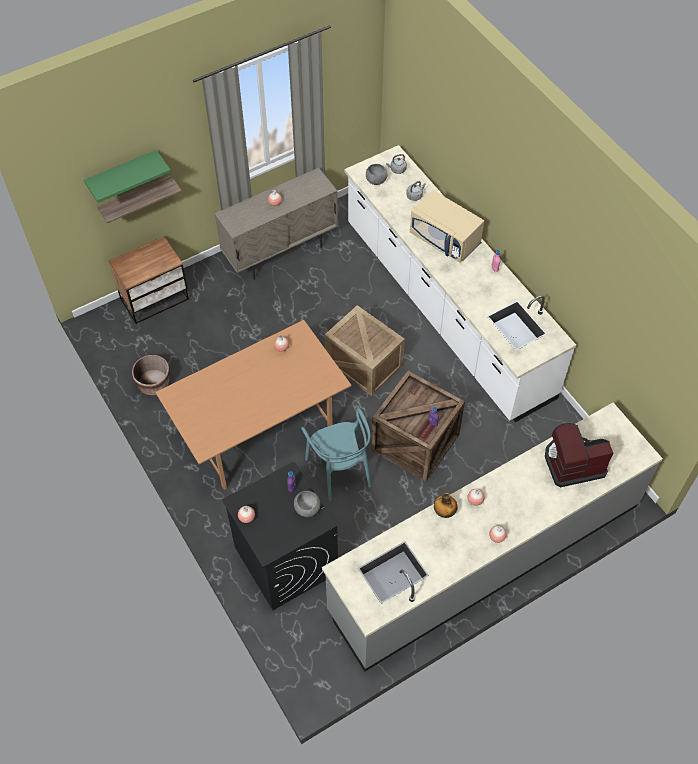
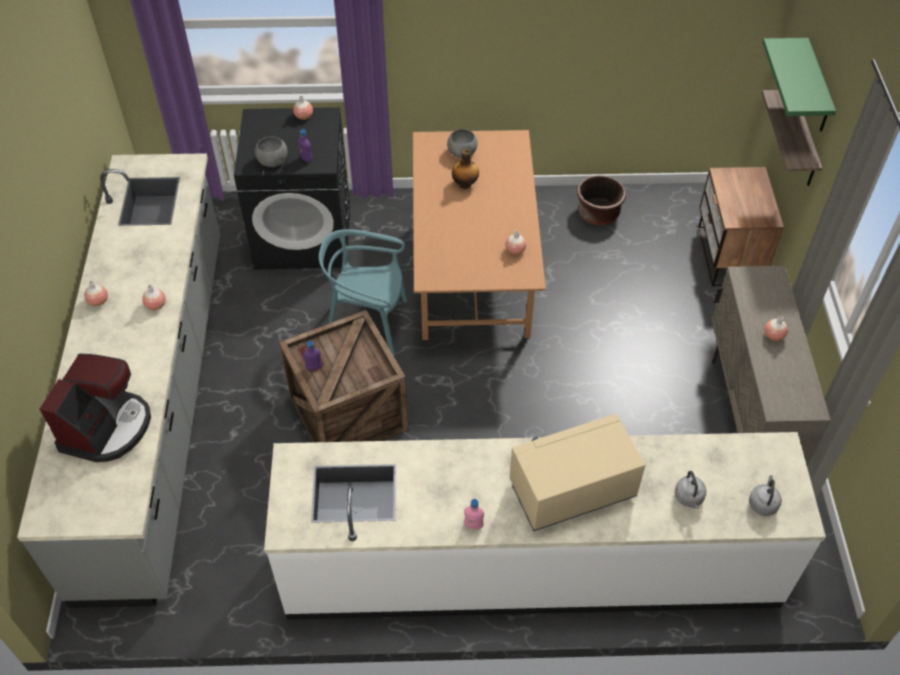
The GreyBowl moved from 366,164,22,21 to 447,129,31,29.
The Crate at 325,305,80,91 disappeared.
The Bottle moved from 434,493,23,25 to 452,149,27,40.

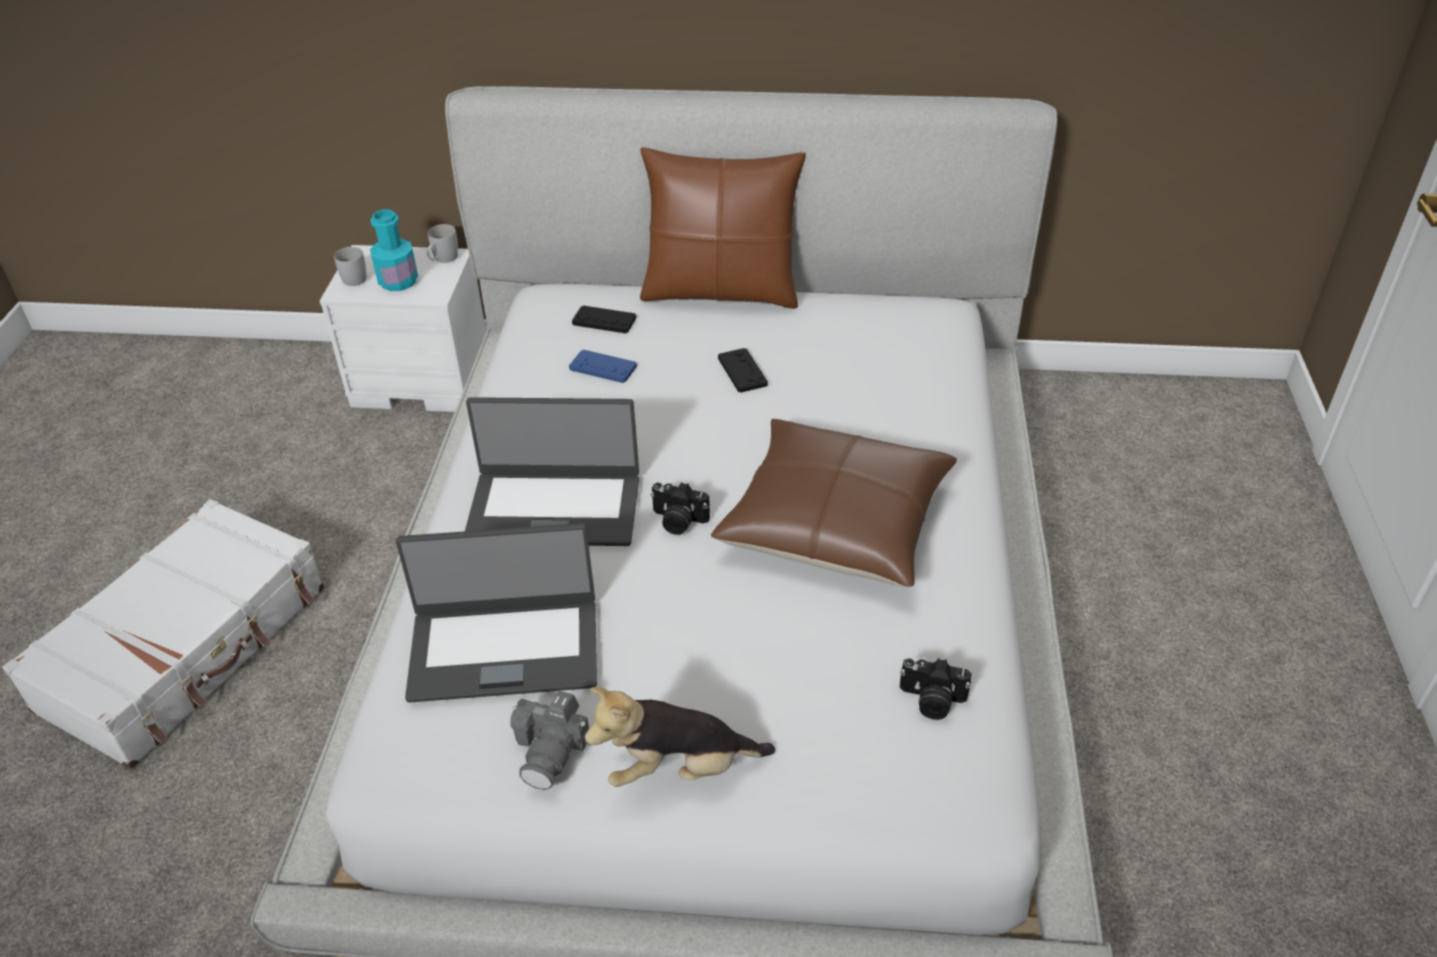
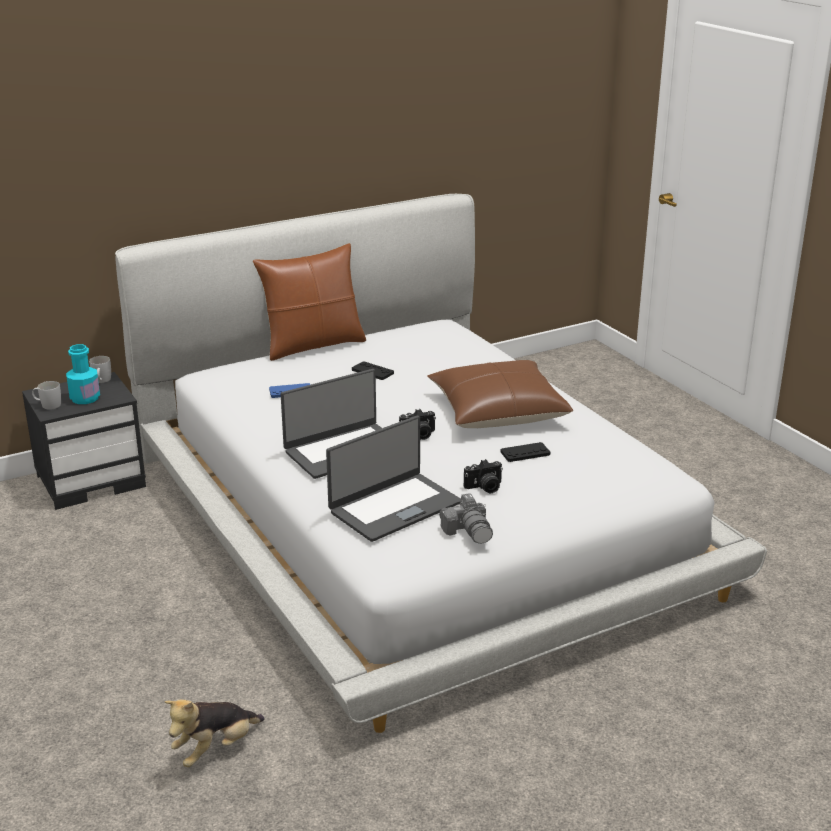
The WhiteNightstand at 320,245,166,167 became the BlackNightstand at 22,372,124,138.
The BlackGameController moved from 572,305,64,28 to 500,442,50,20.
The WhiteSuitcase at 3,499,322,270 disappeared.
The PhotoCamera moved from 900,657,72,63 to 464,459,39,34.
The PlushToy moved from 585,687,190,100 to 165,699,100,68.

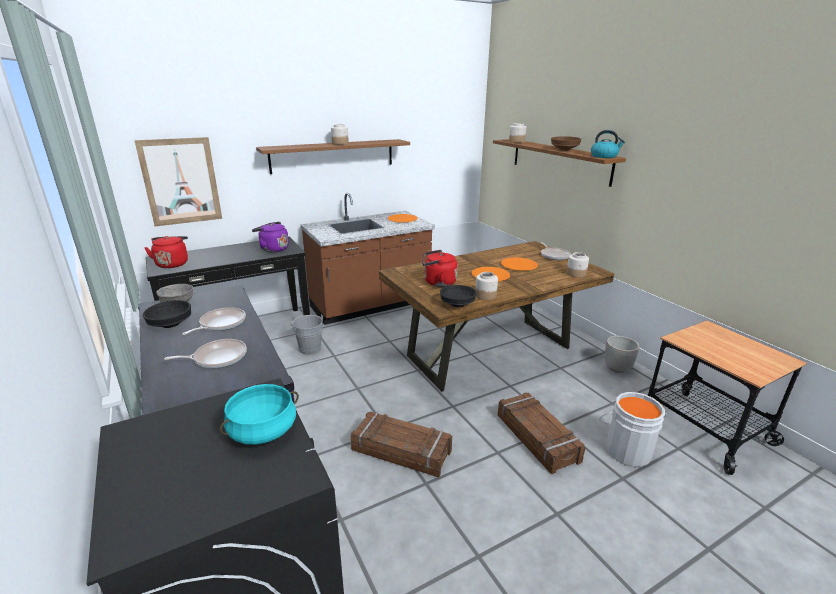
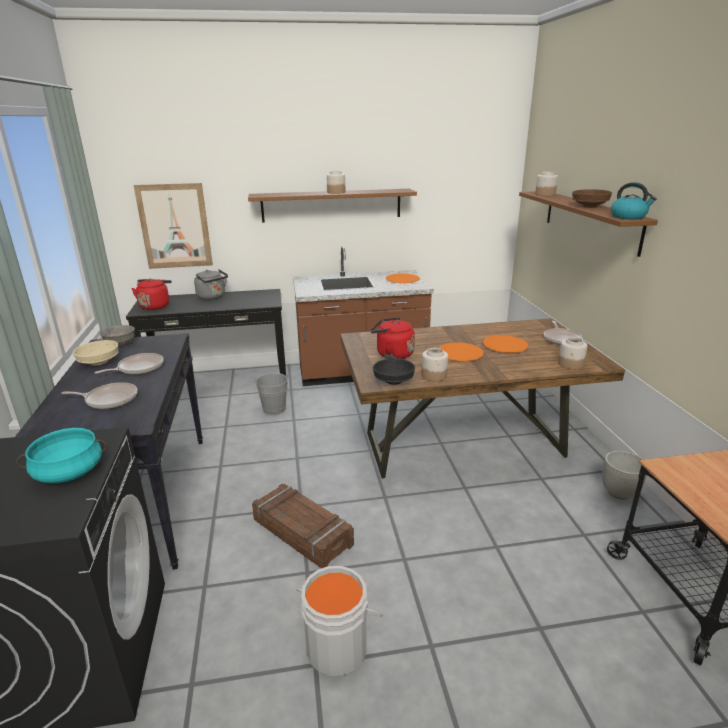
The PurpleKettle at 252,222,37,31 disappeared.
The BlackBowl at 143,300,48,28 became the BeigeBowl at 73,340,46,26.
The Crate at 498,392,88,82 disappeared.
The GreyBucket moved from 599,392,68,75 to 297,566,86,111.
The GreyKettle at 194,269,34,31 appeared.

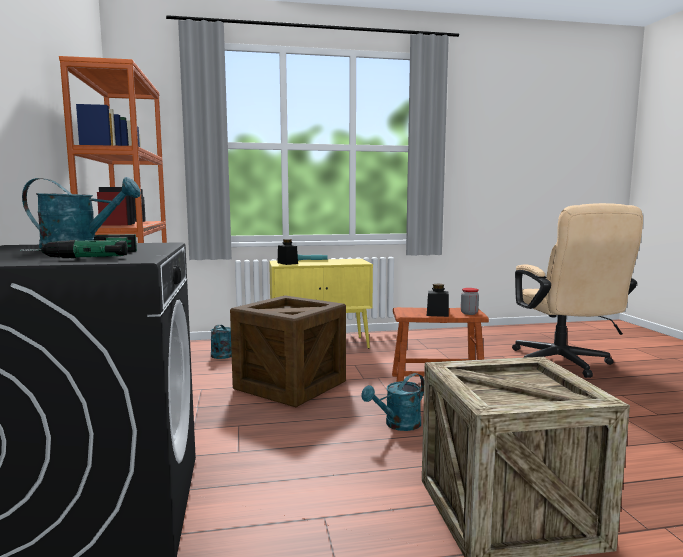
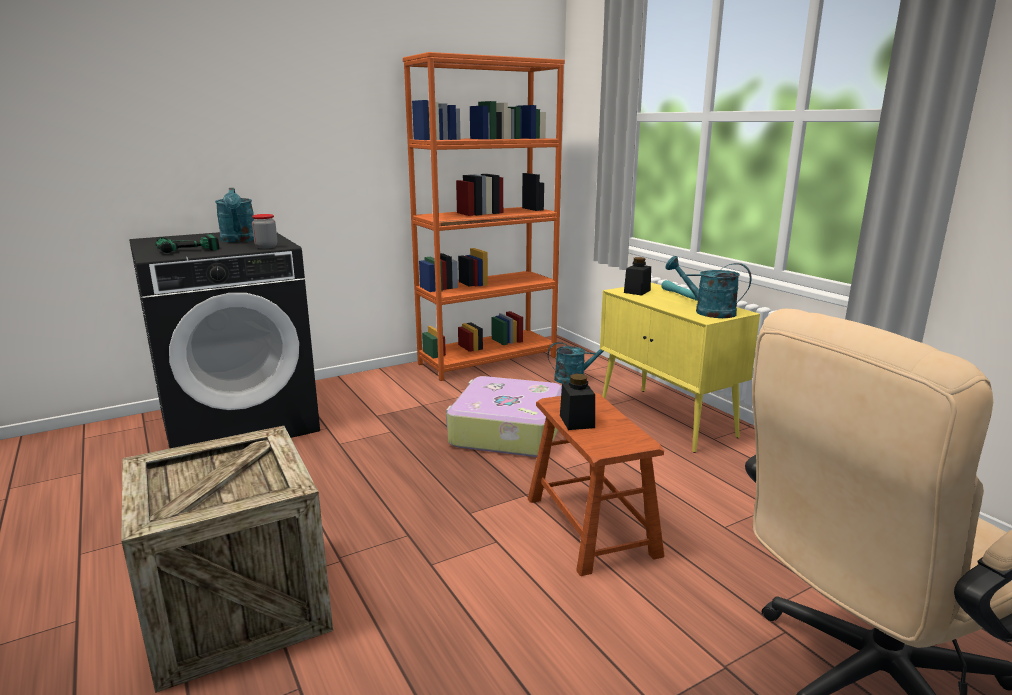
The Jar moved from 461,288,18,27 to 252,214,25,35.
The Crate at 230,295,116,112 was replaced by the Suitcase at 446,376,116,81.
The TurquoiseWateringCan moved from 361,373,63,58 to 665,256,87,62.

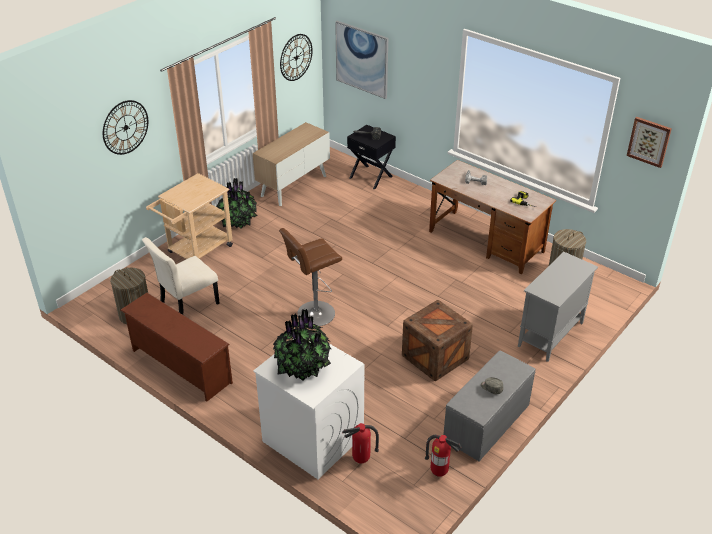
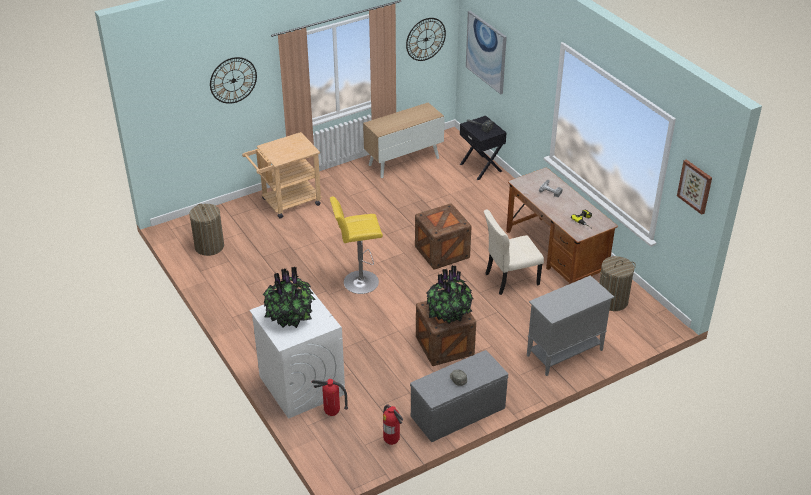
The PottedPlant moved from 216,178,42,51 to 426,265,47,59.
The BrownStool at 279,228,63,98 became the YellowStool at 330,196,53,98.
The BeigeChair moved from 142,237,78,78 to 484,209,60,86.
The BrownShoeRack at 120,293,113,108 disappeared.
The Crate at 415,203,57,66 appeared.

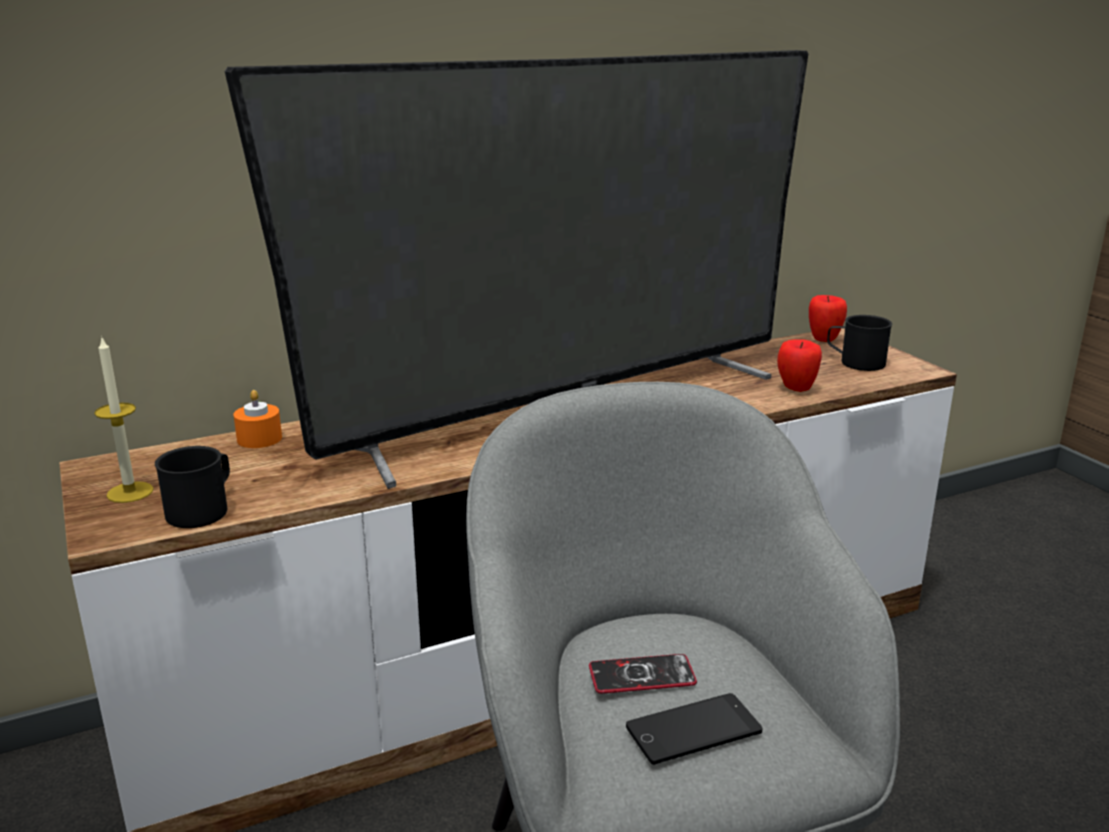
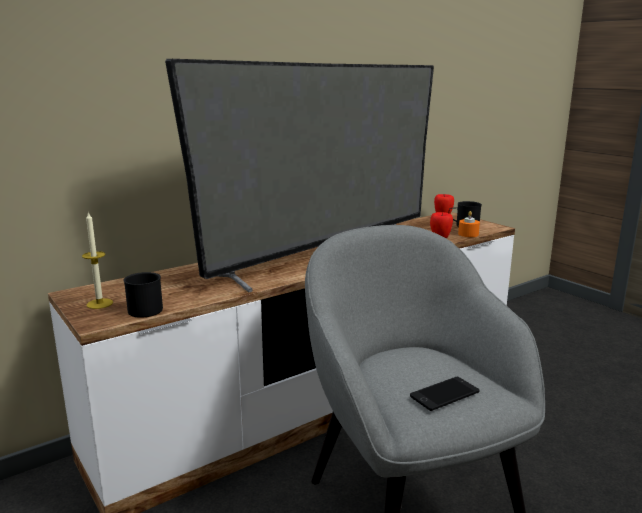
The OrangeCandle moved from 233,390,49,58 to 458,211,22,26.
The Phone at 589,654,108,40 disappeared.

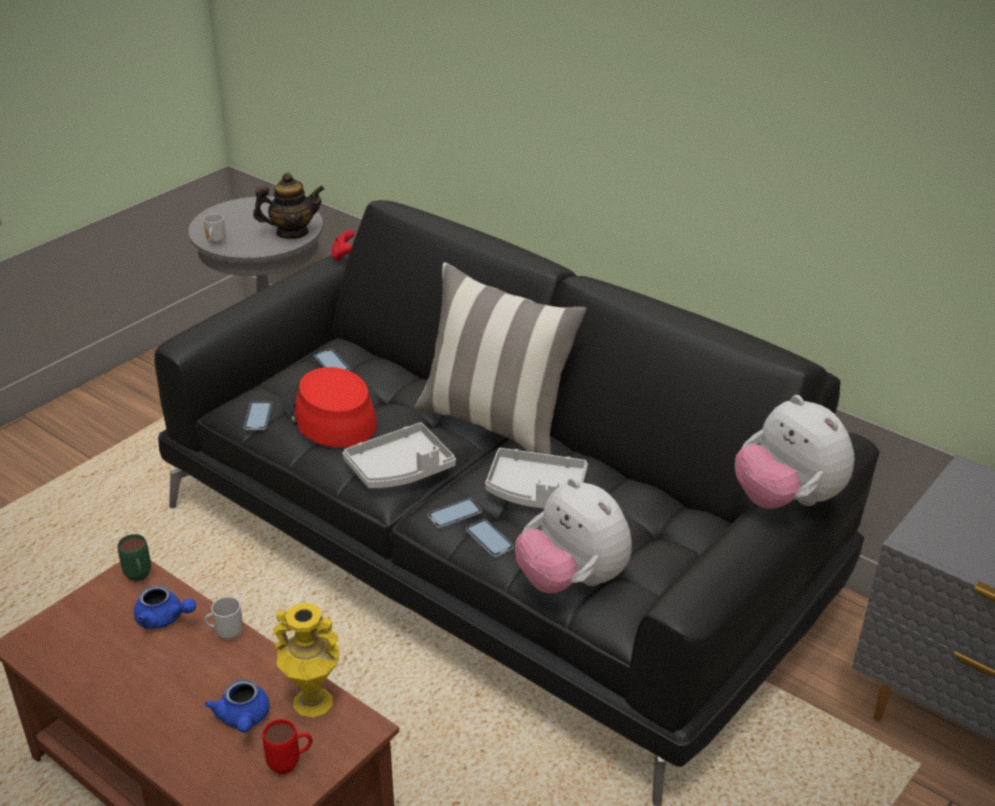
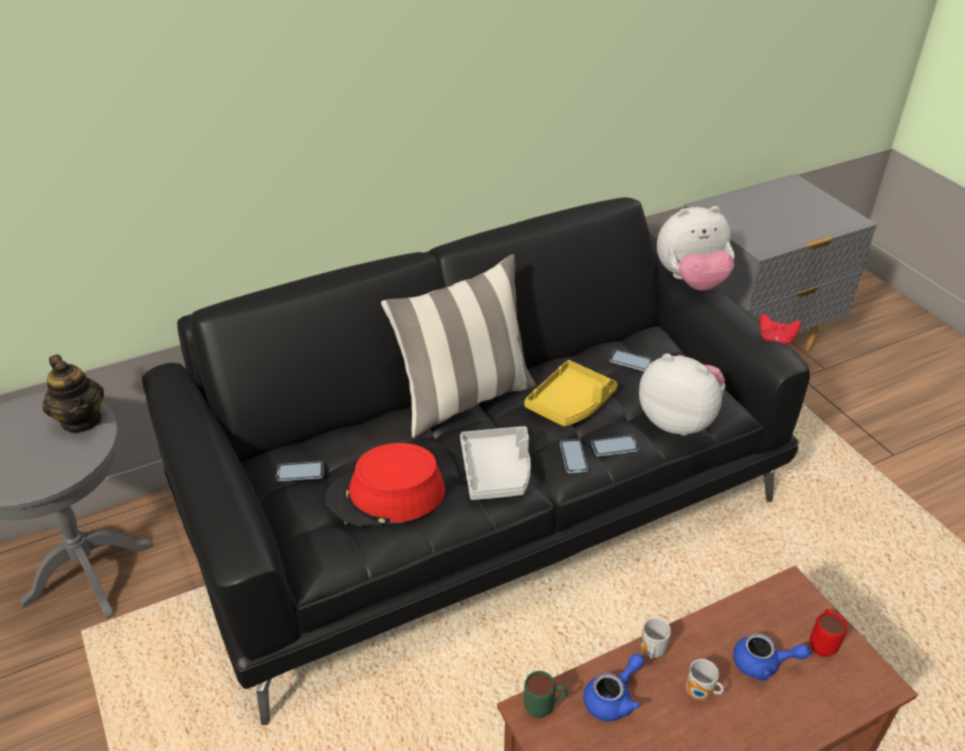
The Teapot at 253,172,72,67 turned 135 degrees clockwise.
The Mug moved from 203,214,23,30 to 686,659,38,42.
The RedGameController moved from 331,230,24,31 to 760,313,41,32.
The Phone moved from 244,402,28,28 to 609,350,43,21.
The GreyTray at 485,448,103,61 became the YellowTray at 524,360,94,66.
The PlushToy at 515,478,117,115 turned 135 degrees counterclockwise.
The YellowVase at 273,603,67,114 disappeared.

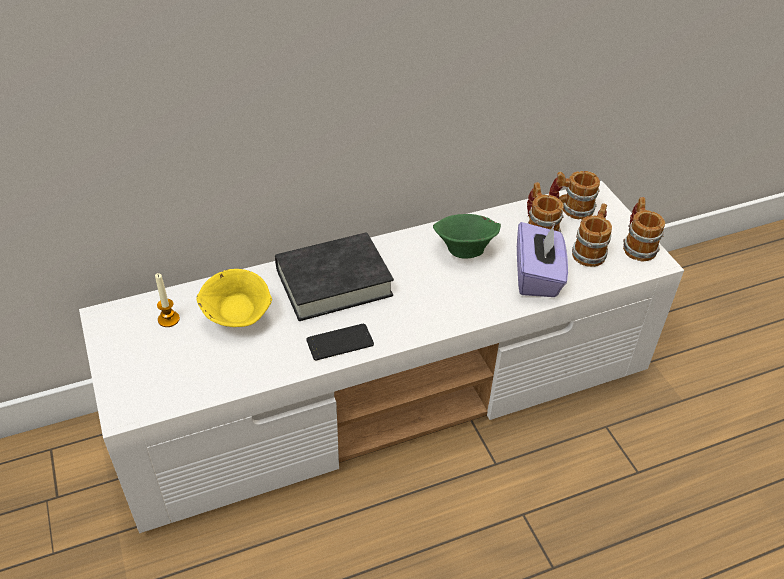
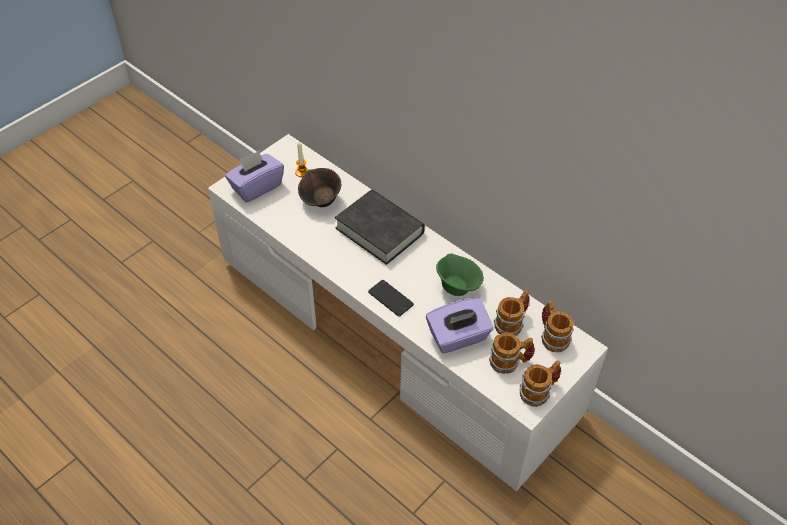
The YellowBowl at 196,269,76,58 became the BrownBowl at 298,168,43,39.
The Phone moved from 306,324,68,36 to 368,280,46,36.
The PurpleTissueBox at 225,151,59,51 appeared.

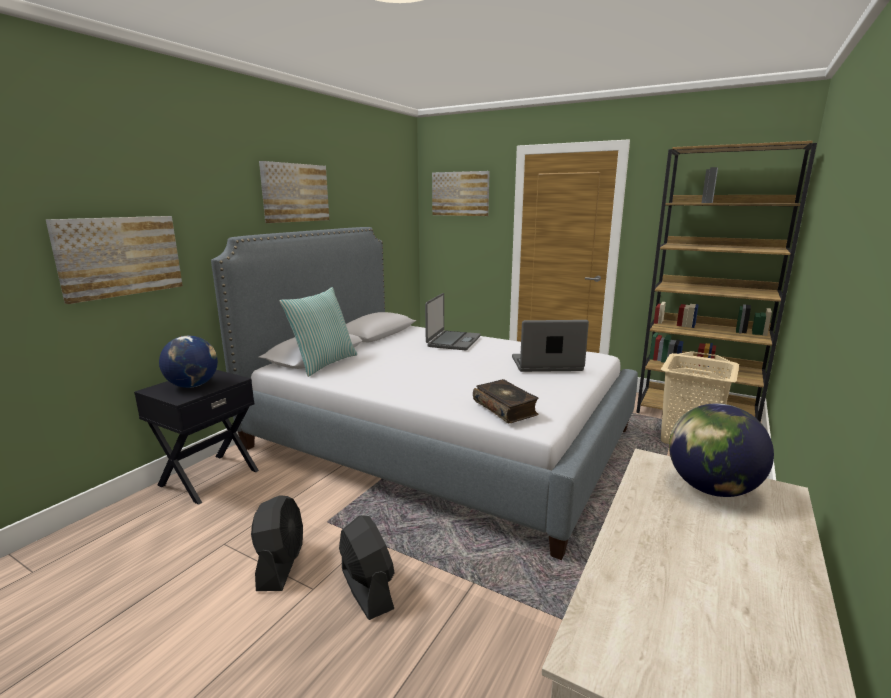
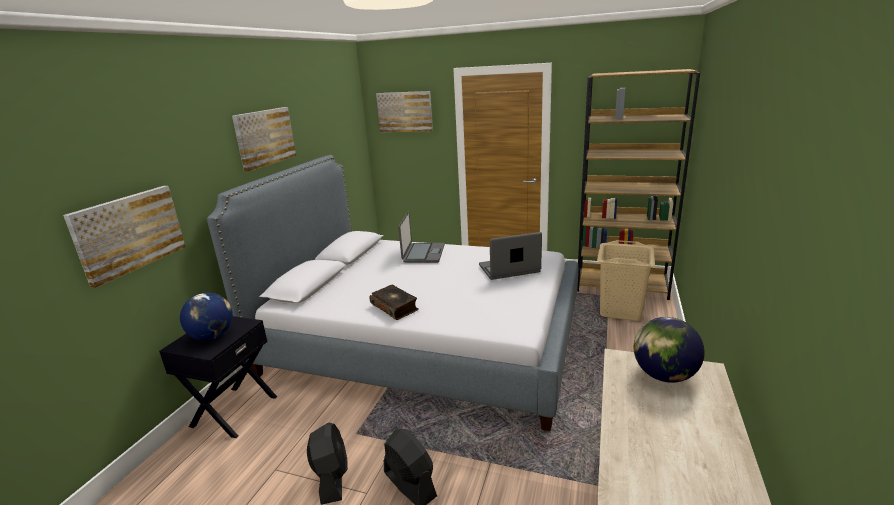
The Pillow at 280,287,77,90 disappeared.
The Book moved from 473,379,66,44 to 369,285,50,35.

